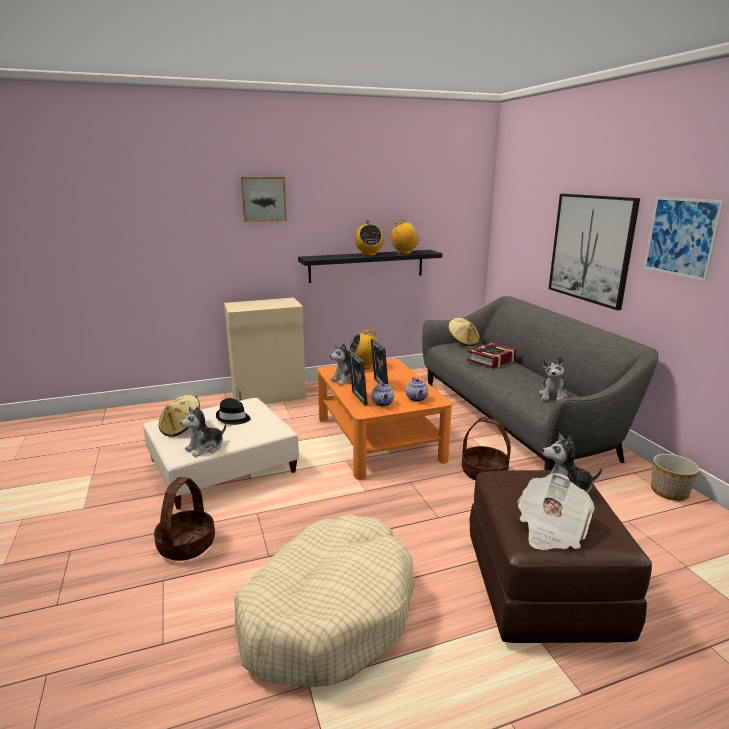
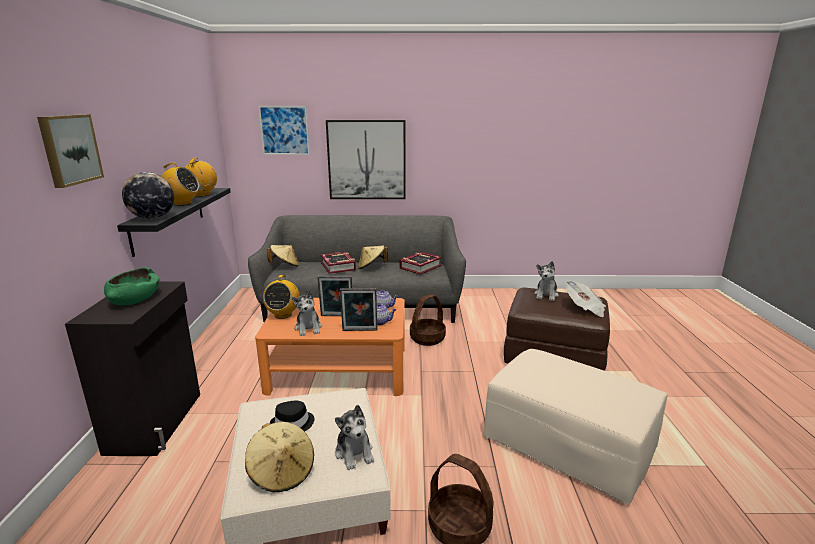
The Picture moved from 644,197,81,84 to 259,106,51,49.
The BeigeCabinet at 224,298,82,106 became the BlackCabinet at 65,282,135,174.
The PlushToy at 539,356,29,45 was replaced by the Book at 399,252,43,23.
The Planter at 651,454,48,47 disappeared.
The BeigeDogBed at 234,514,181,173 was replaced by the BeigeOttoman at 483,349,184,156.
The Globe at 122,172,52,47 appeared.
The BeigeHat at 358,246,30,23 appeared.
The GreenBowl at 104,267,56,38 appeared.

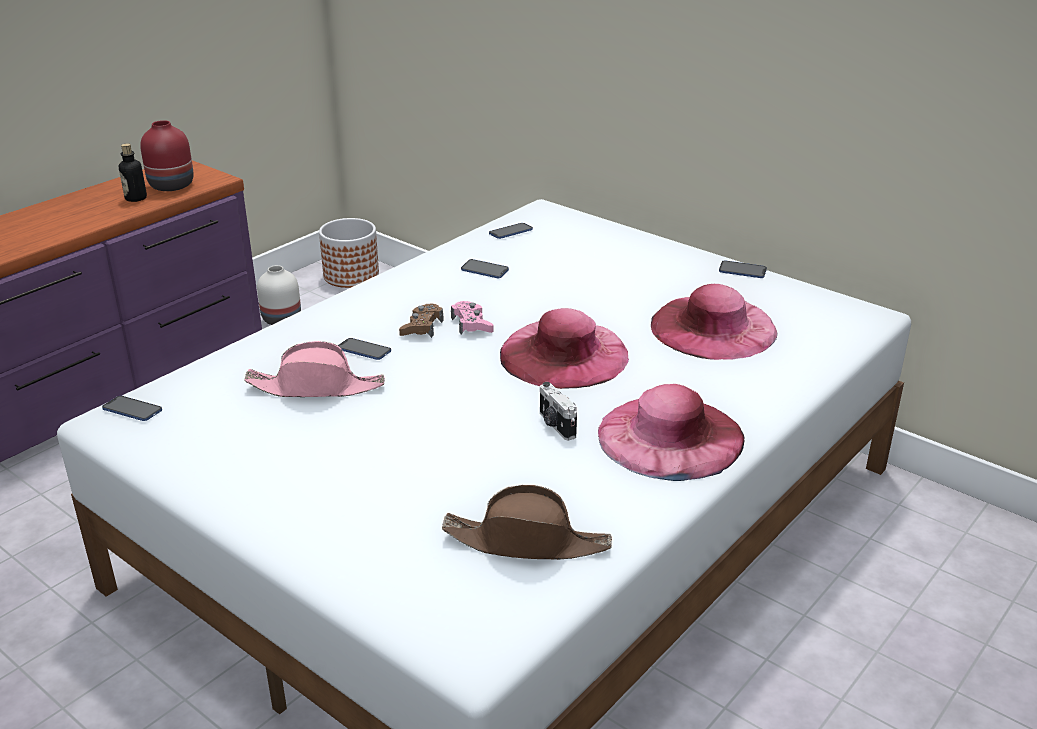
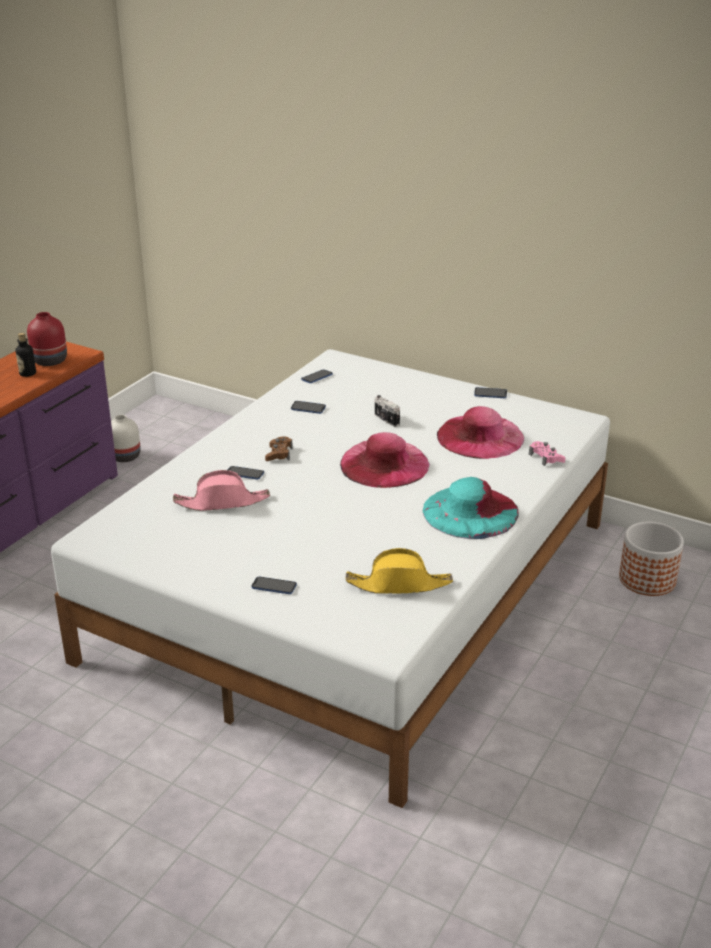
The Planter moved from 319,218,60,70 to 619,522,65,74.
The PinkGameController moved from 451,301,42,33 to 529,441,37,25.
The PhotoCamera moved from 540,382,37,58 to 375,395,25,32.
The PinkHat at 598,384,147,97 became the TurquoiseHat at 423,477,96,62.
The Phone moved from 102,396,60,25 to 252,577,45,17.
The BrownHat at 442,485,170,75 became the YellowHat at 346,548,107,46.

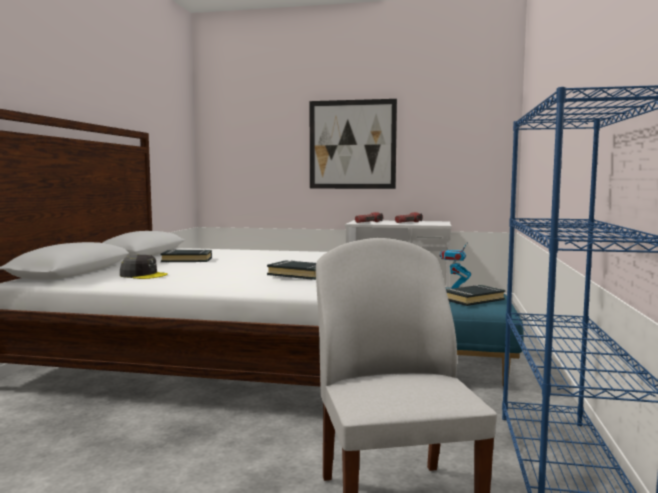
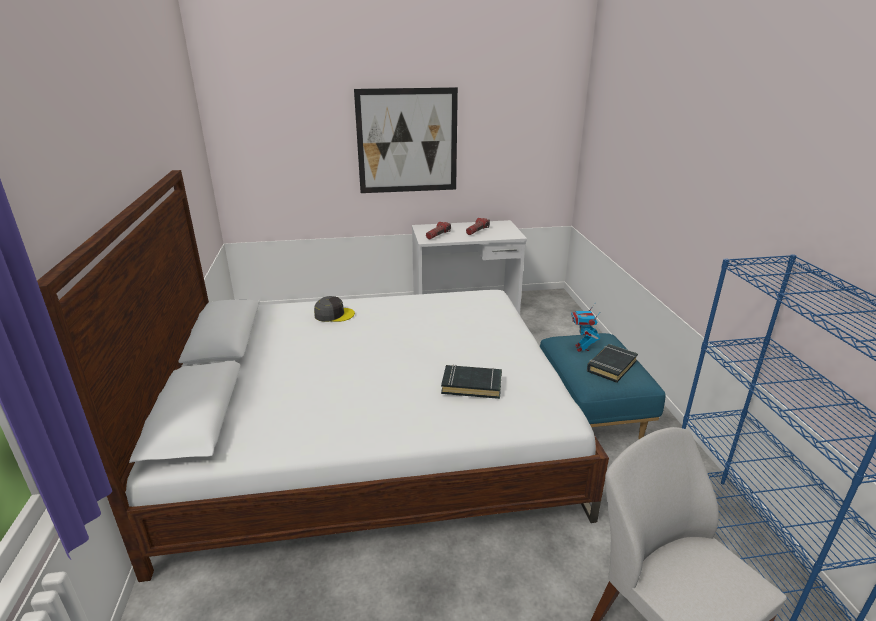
The BlackBook at 161,250,51,12 disappeared.
The GreyCap moved from 120,254,48,25 to 314,296,41,26.

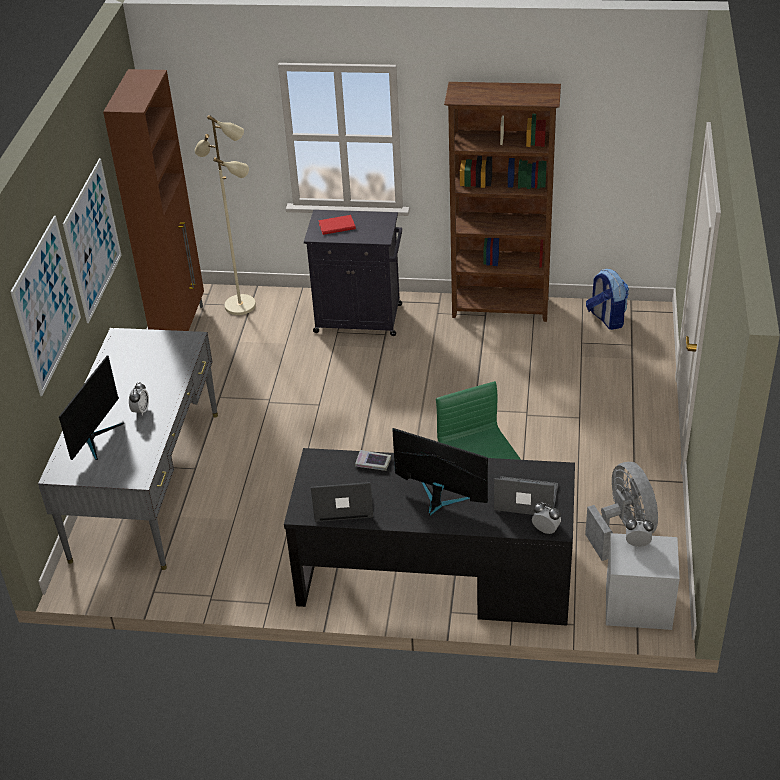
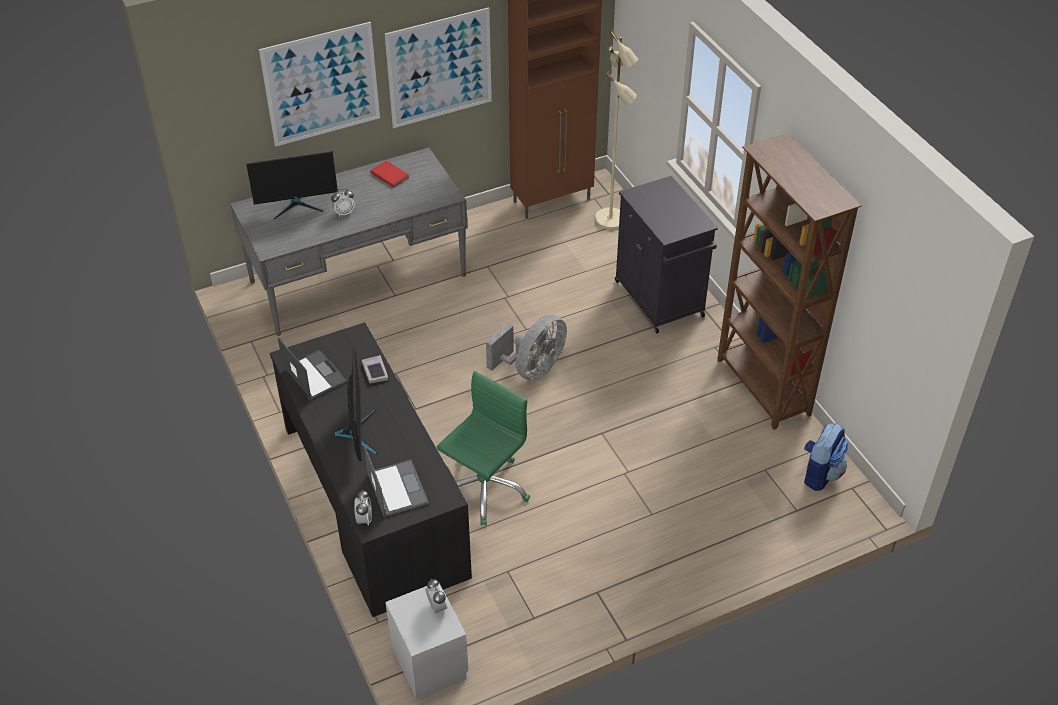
The RedBook moved from 318,215,38,20 to 370,161,39,27.
The GreyFan moved from 585,462,73,99 to 486,315,81,66.

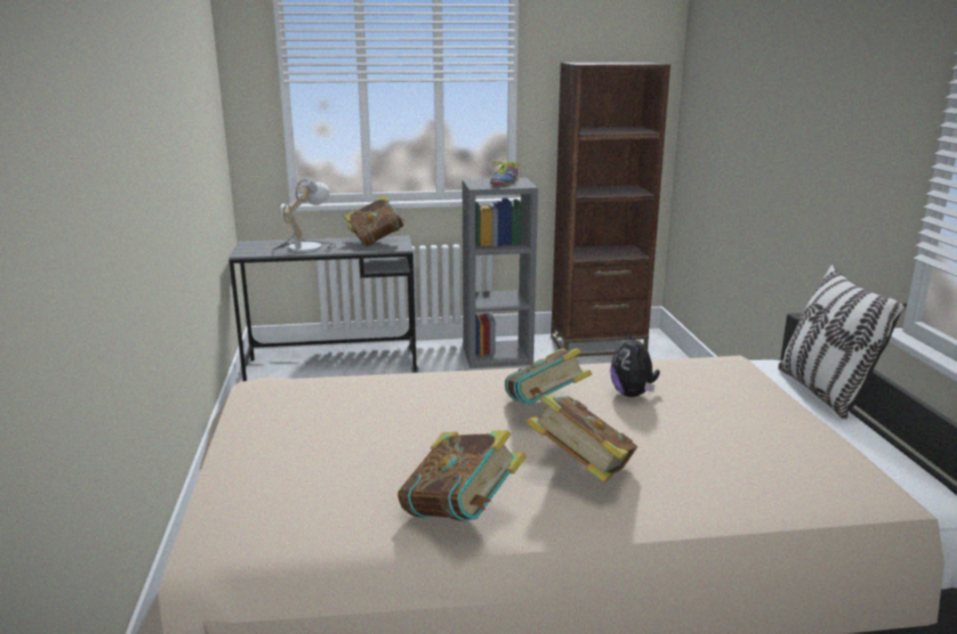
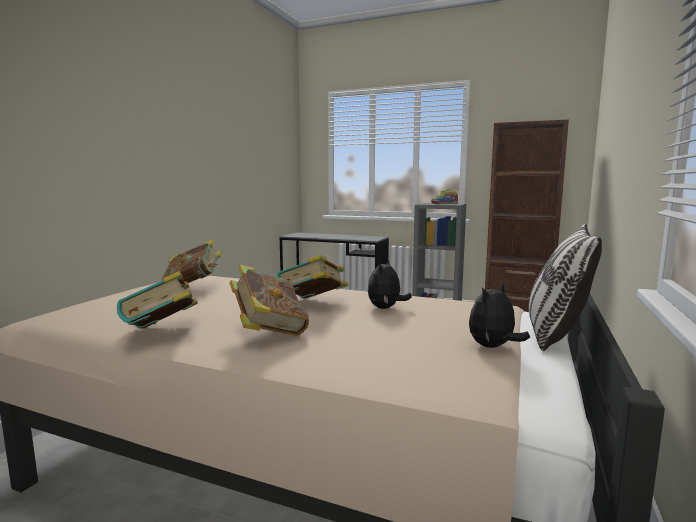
The TableLamp at 273,176,63,76 disappeared.
The Book moved from 344,195,62,51 to 162,239,60,44.
The PlushToy at 469,282,61,66 appeared.

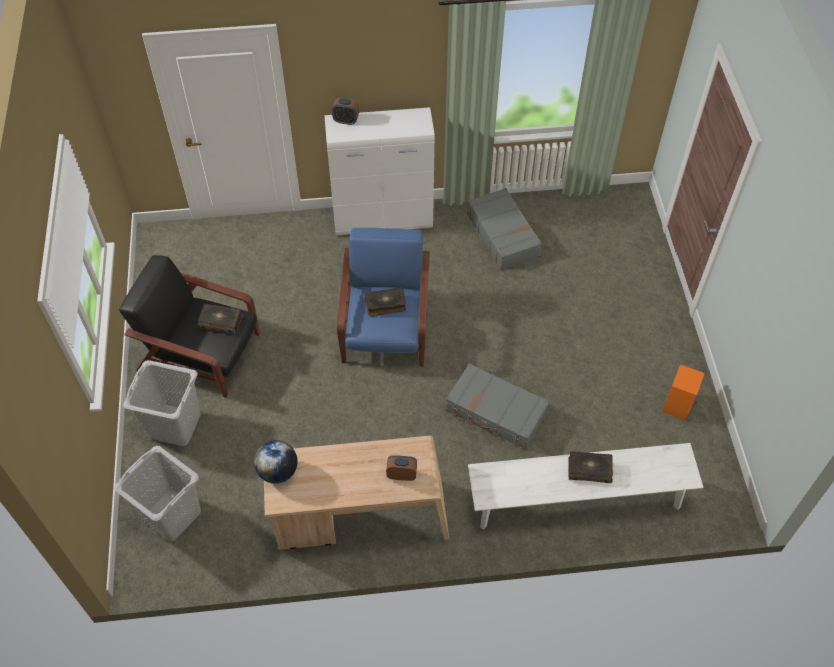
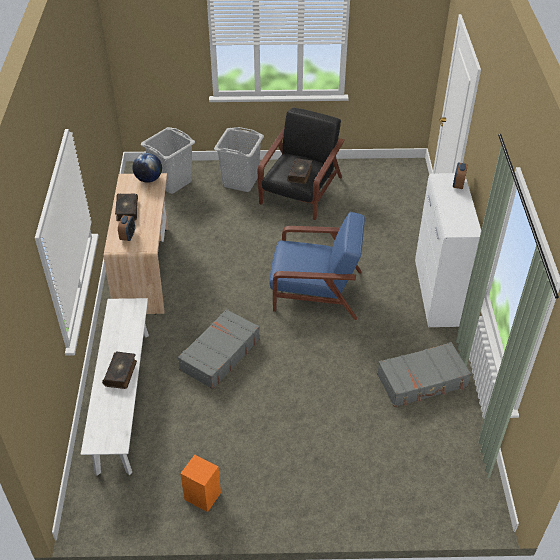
The Book moved from 365,287,41,30 to 115,193,23,28.

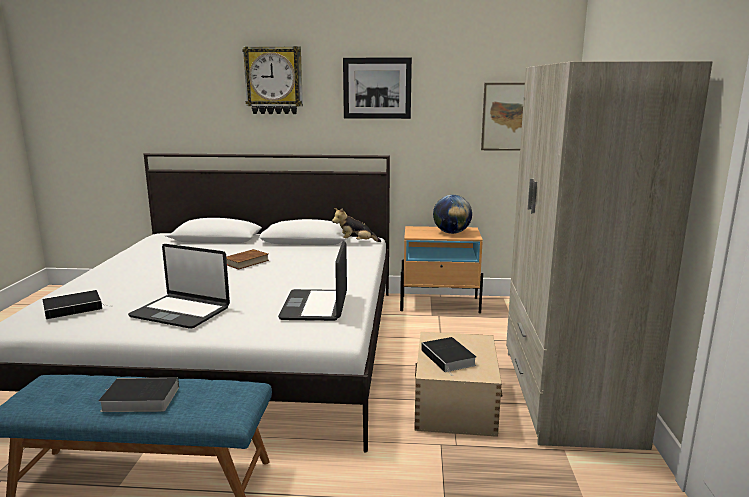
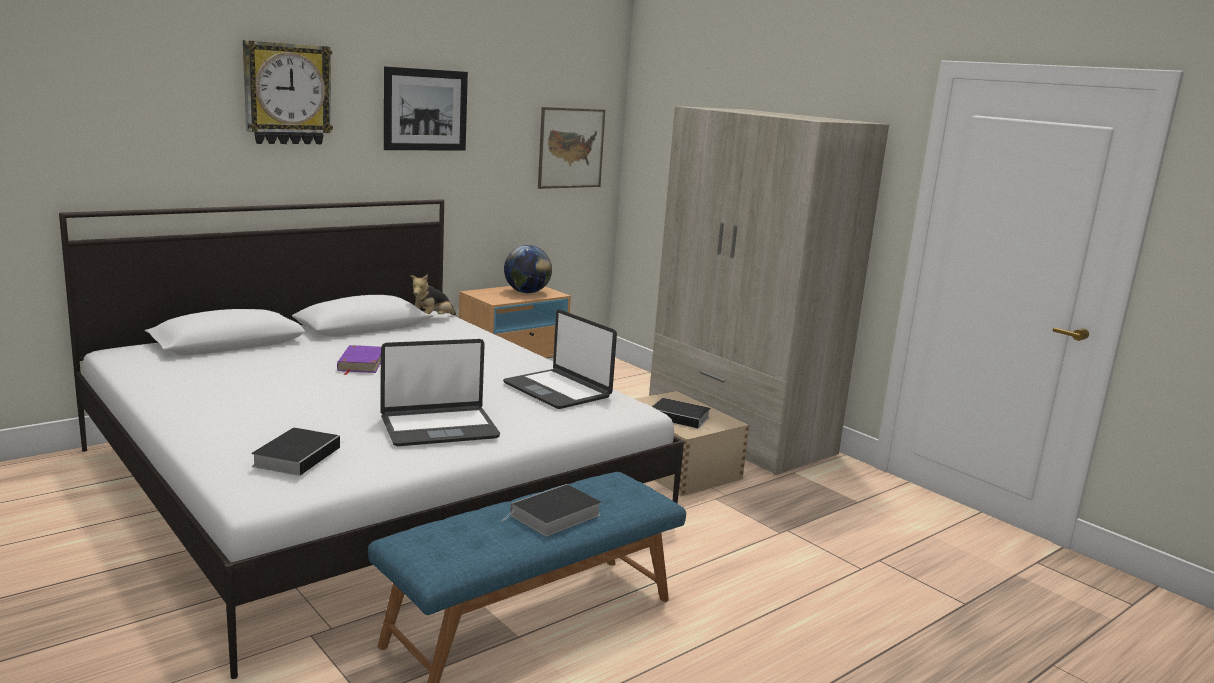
The BrownBook at 226,249,43,21 became the PurpleBook at 337,345,44,30.

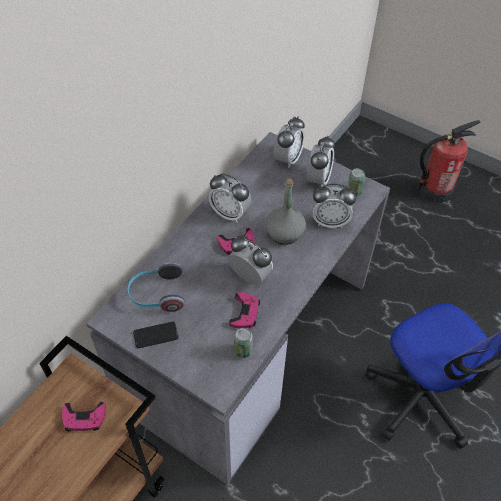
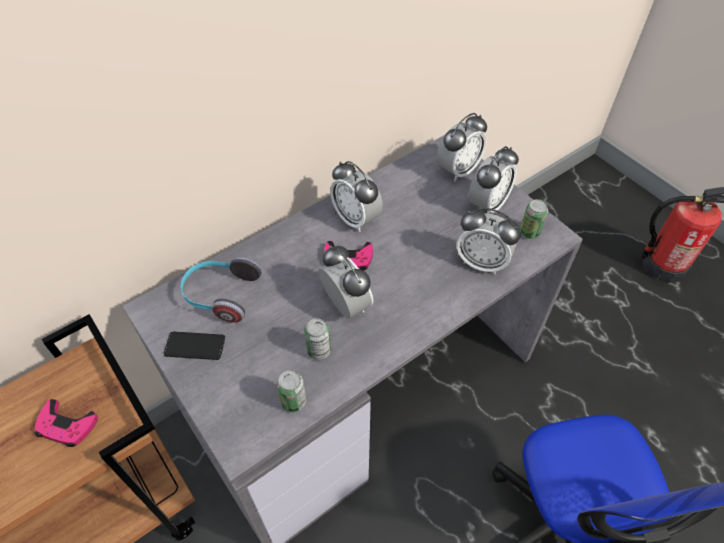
The GreyBottle at 265,179,41,66 disappeared.
The PinkGameController at 229,292,31,36 was replaced by the Can at 304,318,27,42.

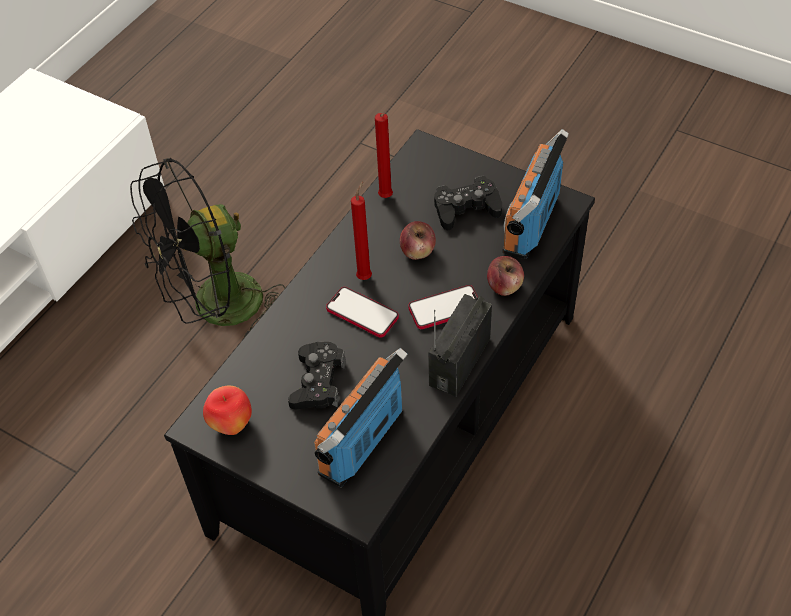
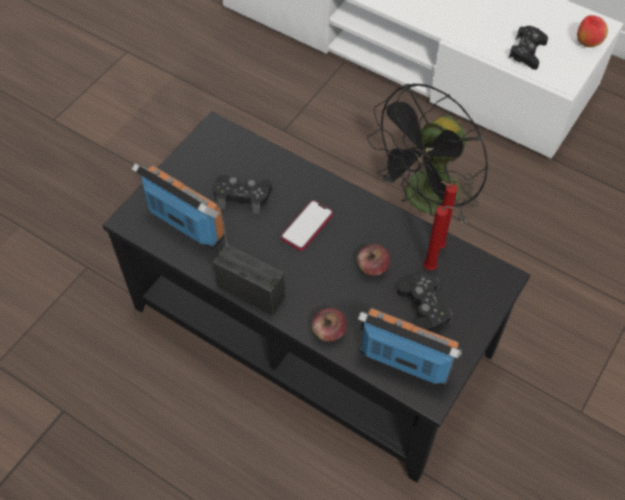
The BlackFan at 130,158,155,179 turned 105 degrees counterclockwise.
The RedCandle moved from 351,181,21,99 to 424,206,32,64.
The Phone at 408,285,70,44 disappeared.
The Apple moved from 203,386,49,49 to 577,15,31,32.
The BlackGameController at 508,26,40,44 appeared.

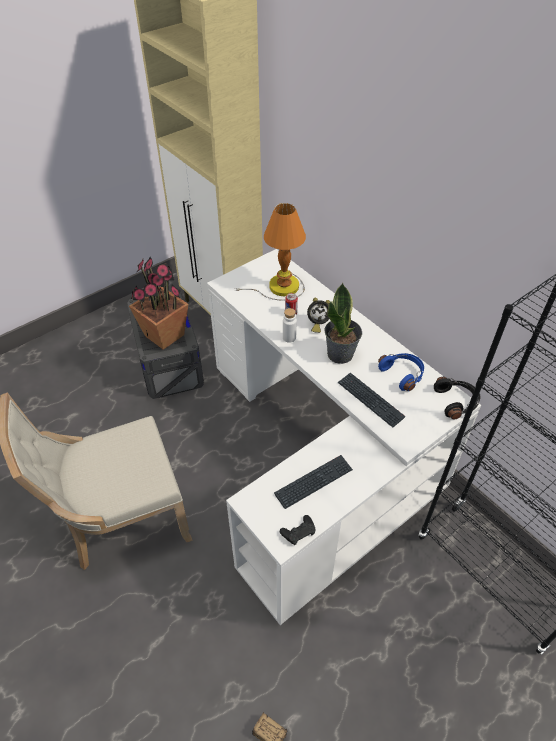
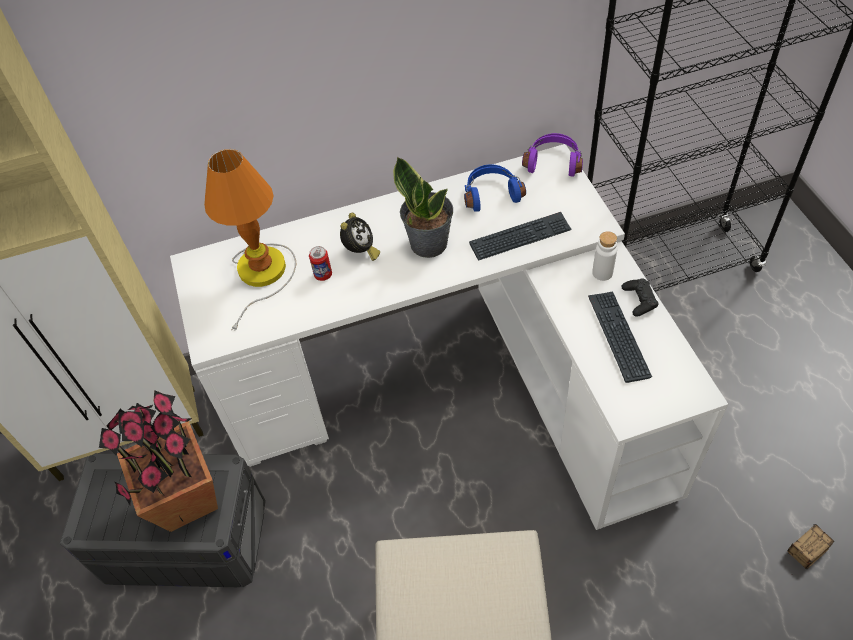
The WhiteBottle moved from 283,308,14,35 to 592,231,25,50.
The BlackHeadphones at 434,377,46,42 became the PurpleHeadphones at 522,133,61,44.
The BlackGameController moved from 280,515,35,30 to 621,279,38,38.

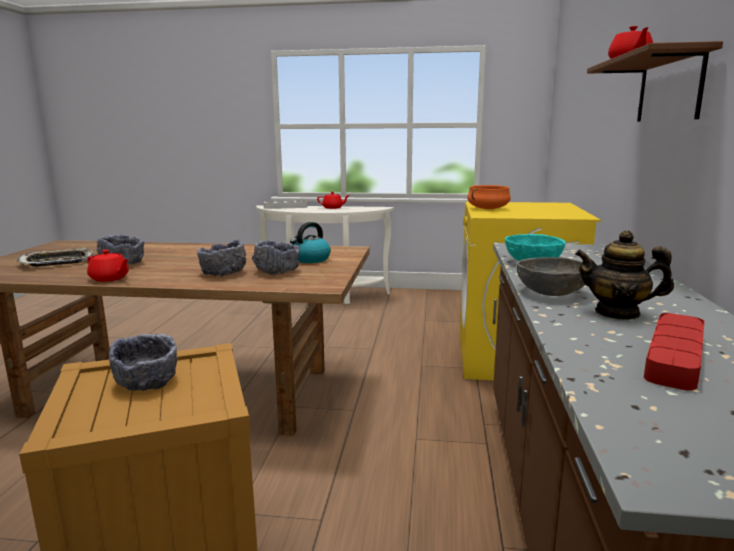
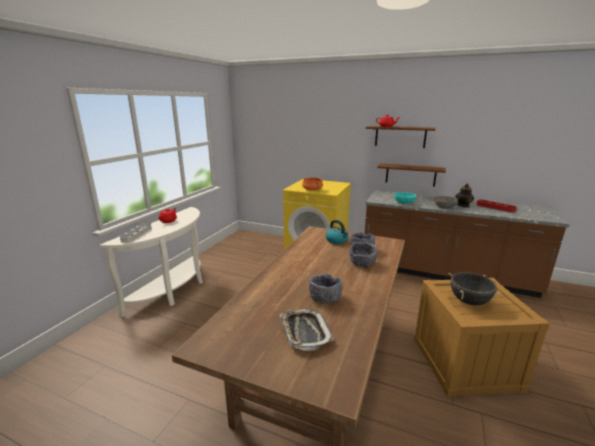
The RedTeapot at 87,250,42,32 disappeared.
The GreyBowl at 109,334,68,57 was replaced by the BlackCookingPot at 448,272,53,33.
The BrownShelf at 377,163,69,24 appeared.

